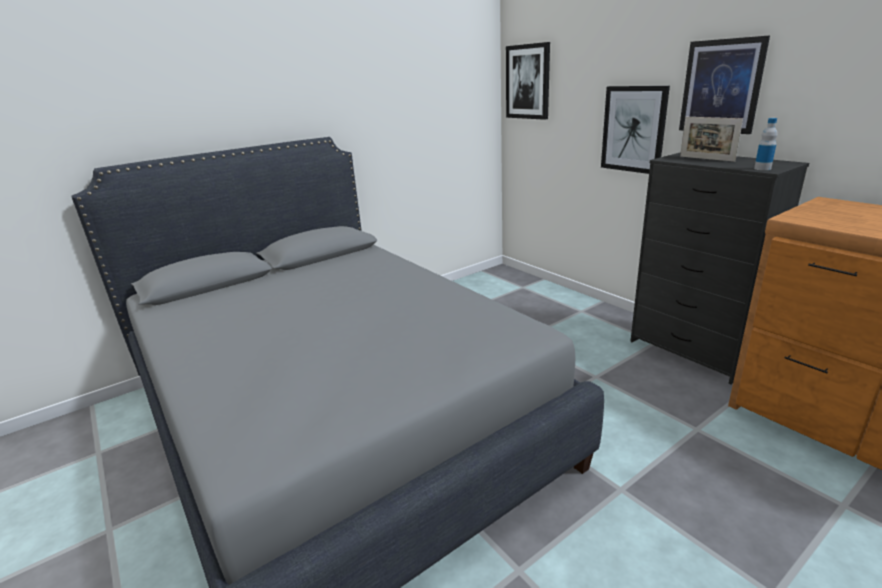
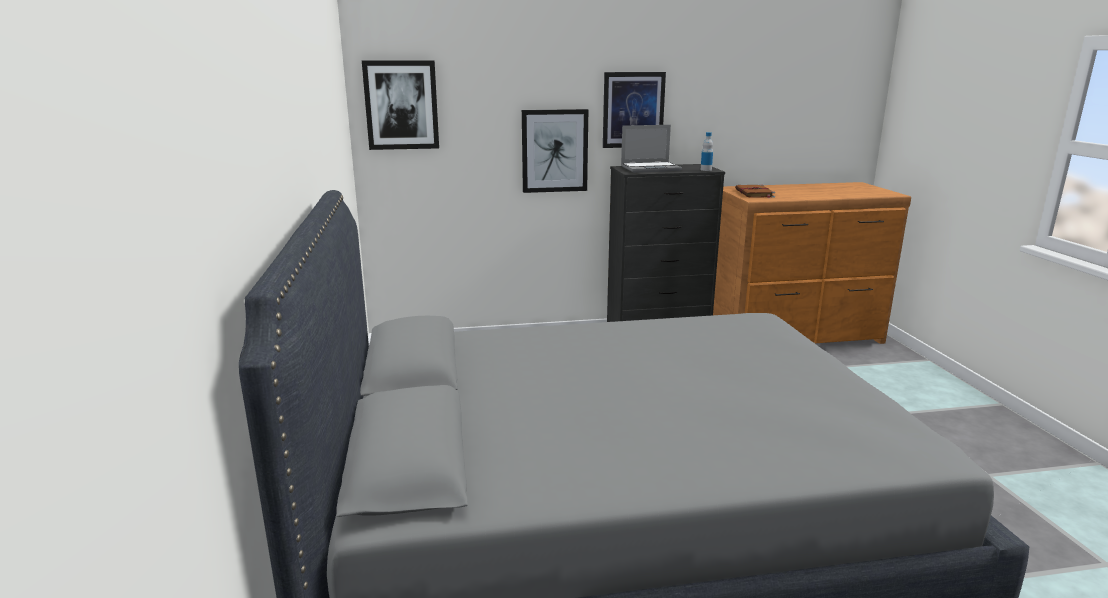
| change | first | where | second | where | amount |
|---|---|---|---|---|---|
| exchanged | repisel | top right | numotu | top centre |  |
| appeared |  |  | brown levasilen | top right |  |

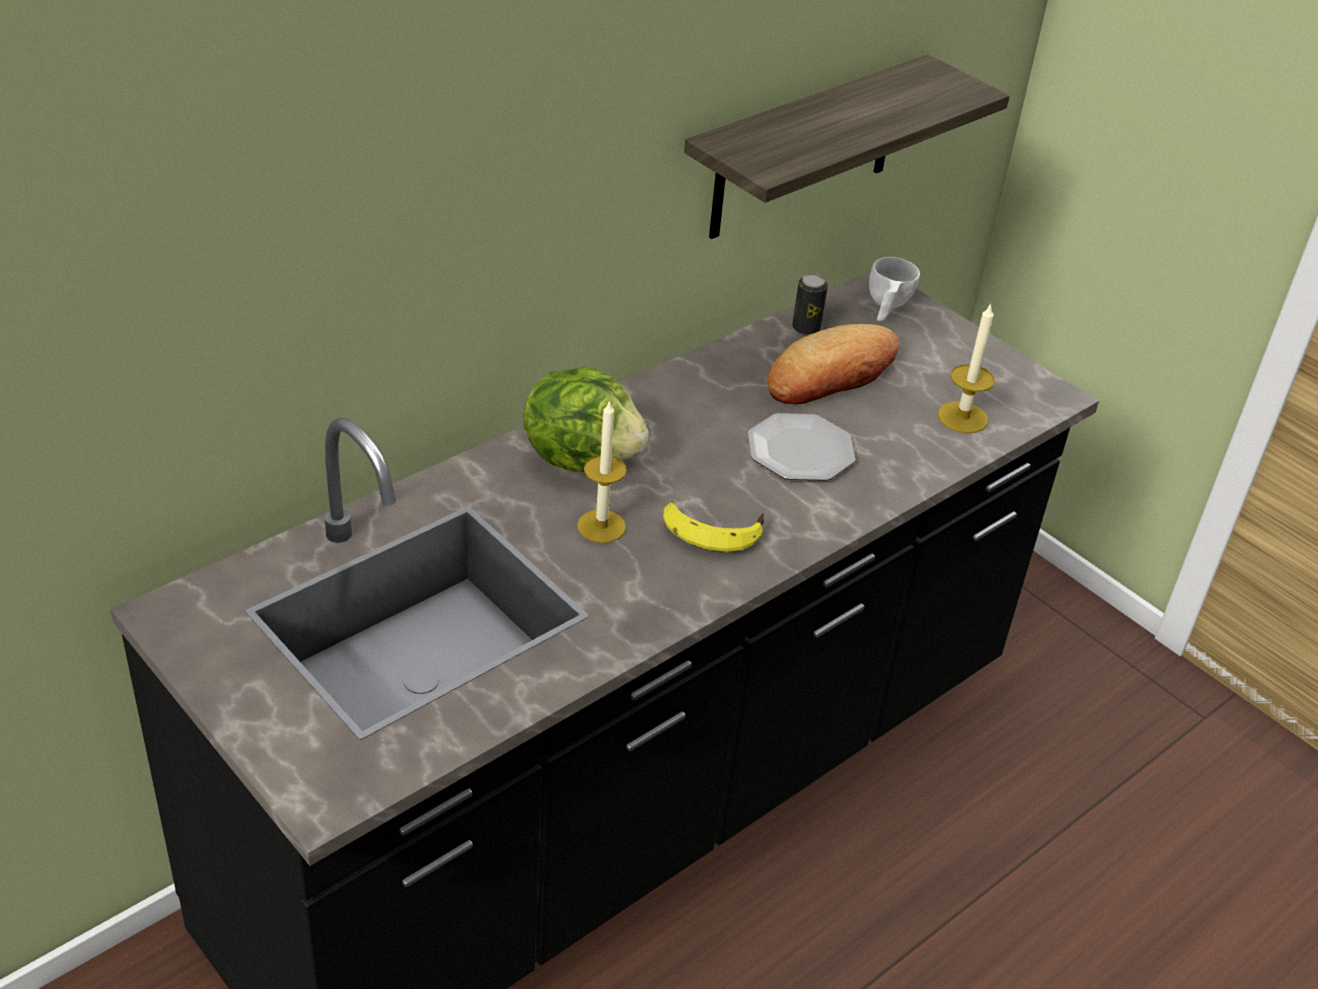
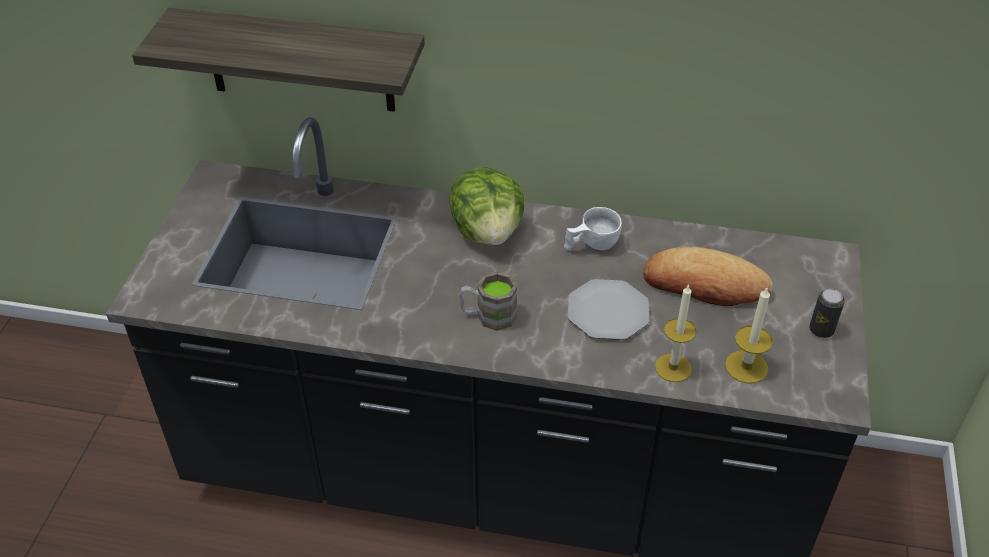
| change | first | where | second | where | amount |
|---|---|---|---|---|---|
| relocated | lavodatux | top centre |  | top left |  |
| exchanged | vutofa | centre | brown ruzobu | centre |  |
| relocated | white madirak | top right |  | centre |  |
| relocated | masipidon (no. 1 from left) | centre |  | middle right |  |
| relocated | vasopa | top centre |  | middle right |  |

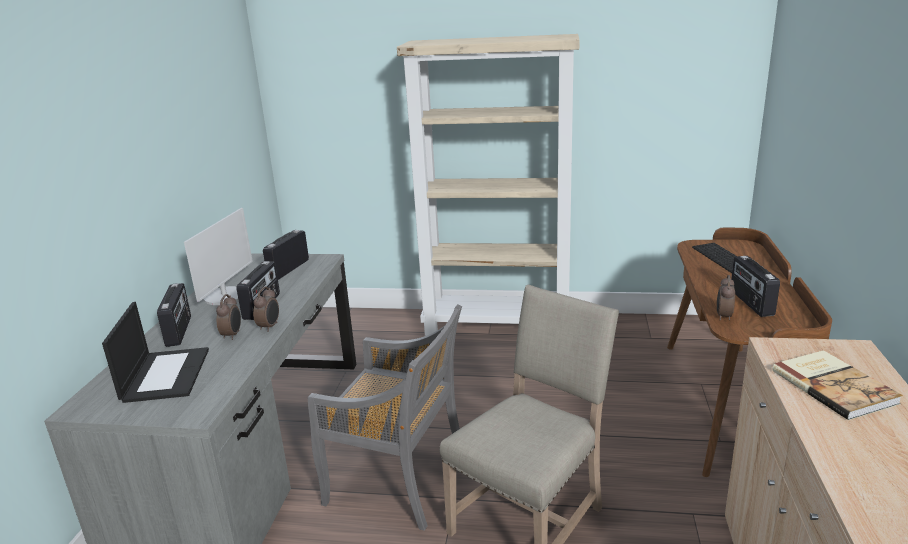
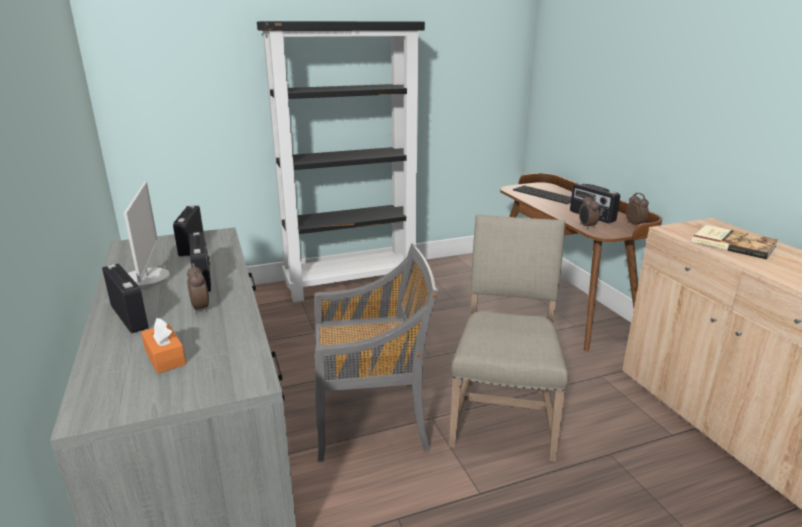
| change | first | where | second | where | amount |
|---|---|---|---|---|---|
| exchanged | numotu | middle left | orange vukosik | middle left |  |
| colour | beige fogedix | centre | black fogedix | top centre |  |
| relocated | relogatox (no. 2 from left in the first image) | middle left | relogatox (no. 3 from left) | middle right |  |

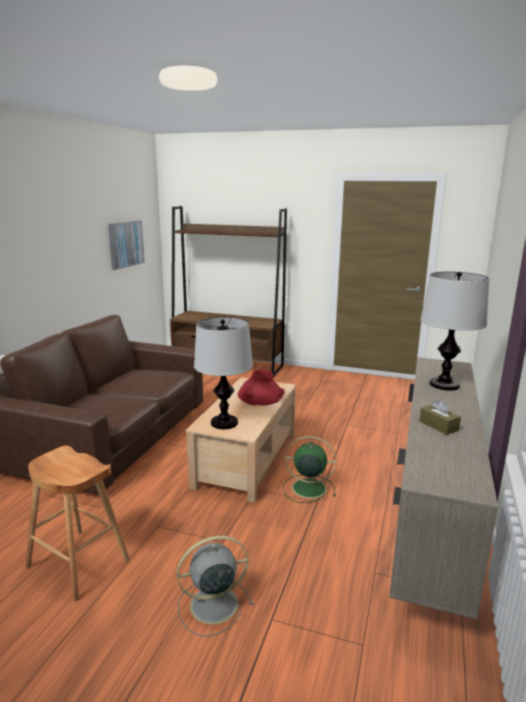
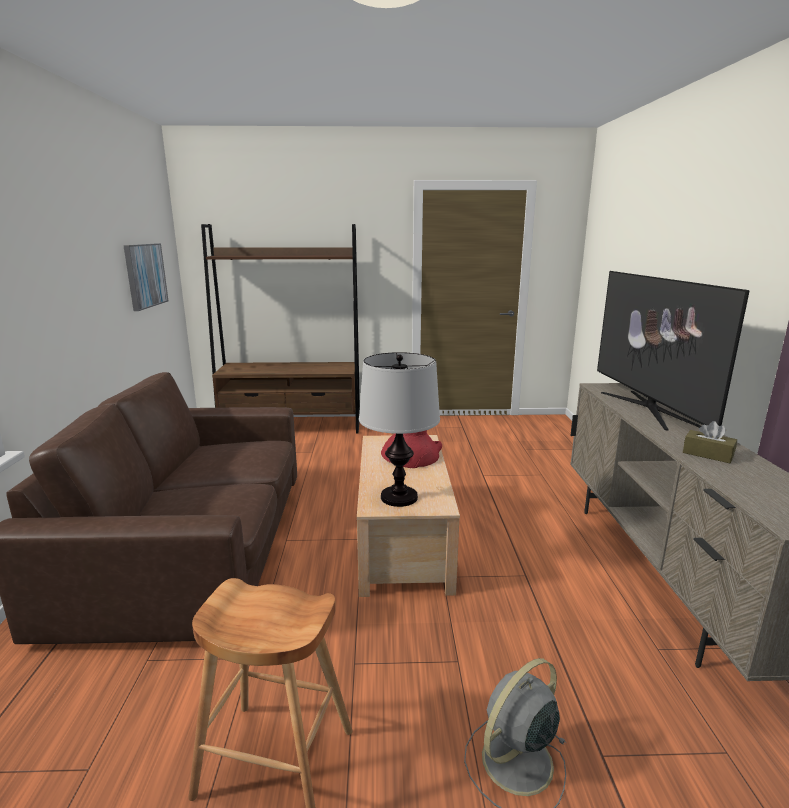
| change | first | where | second | where | amount |
|---|---|---|---|---|---|
| exchanged | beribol (no. 2 from left) | middle right | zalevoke | middle right |  |
| missing | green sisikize | bottom centre |  |  |  |

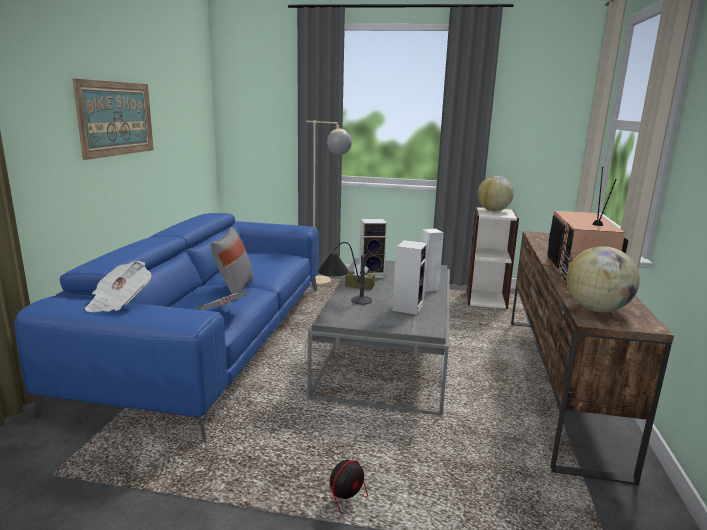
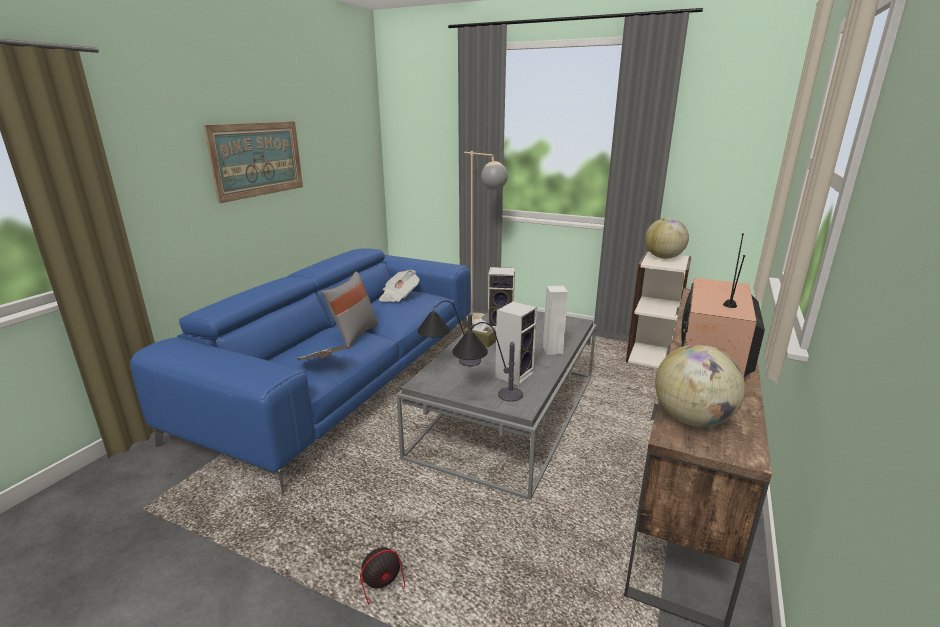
| change | first | where | second | where | amount |
|---|---|---|---|---|---|
| relocated | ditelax (no. 1 from left in the first image) | middle left | ditelax (no. 2 from left) | centre |  |
| appeared |  |  | beribol (no. 2 from left) | centre |  |

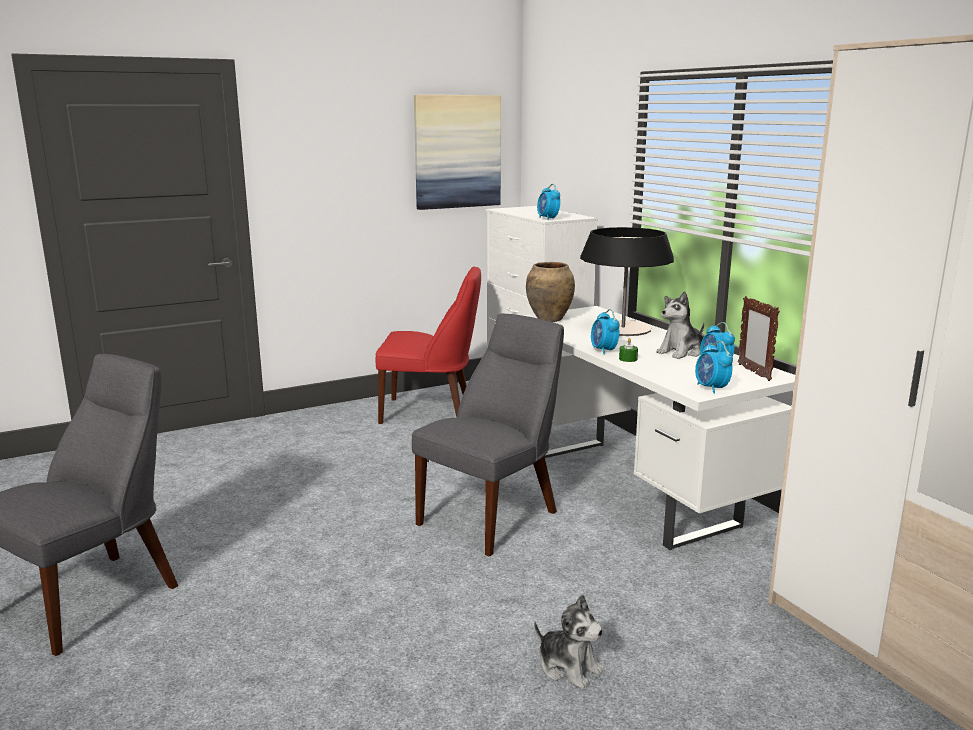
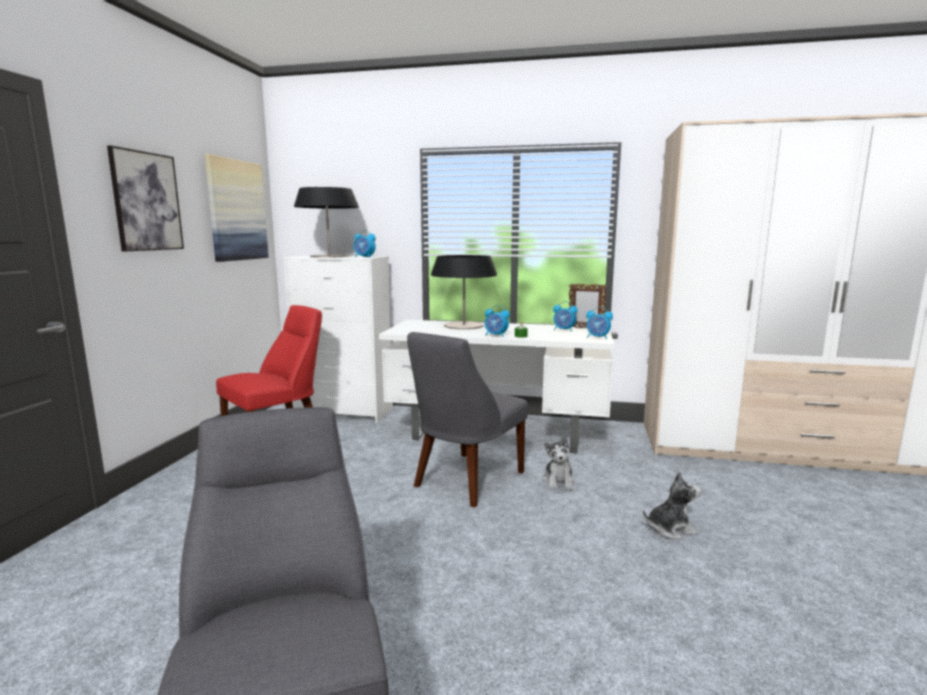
| change | first | where | second | where | amount |
|---|---|---|---|---|---|
| appeared |  |  | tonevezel (no. 1 from left) | top left |  |
| appeared |  |  | beribol (no. 1 from left) | top centre |  |
| spun | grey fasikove (no. 2 from left) | centre |  | centre | 135 degrees counterclockwise |
| relocated | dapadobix (no. 2 from left in the first image) | middle right | dapadobix (no. 1 from left) | centre |  |
| missing | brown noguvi | centre |  |  |  |

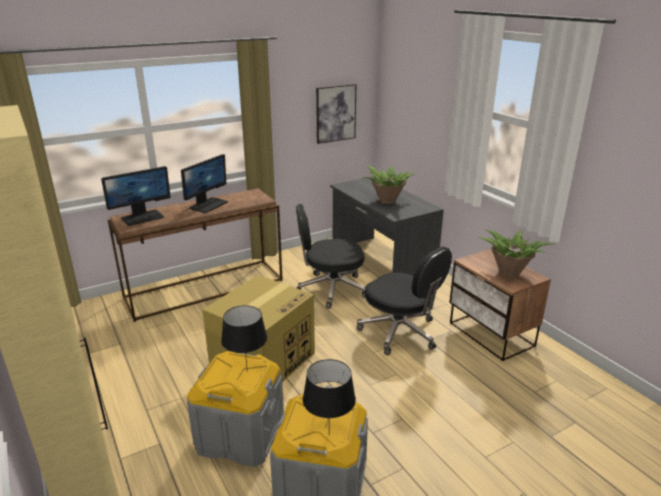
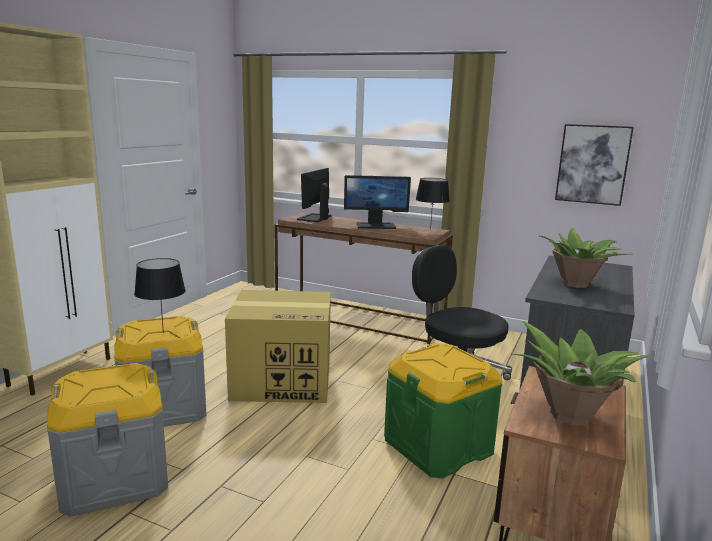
| change | first | where | second | where | amount |
|---|---|---|---|---|---|
| spun | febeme (no. 1 from left) | middle left |  | centre | 90 degrees clockwise |
| exchanged | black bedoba (no. 2 from left) | centre | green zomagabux | bottom centre |  |
| relocated | black beribol (no. 2 from left) | bottom centre |  | centre |  |

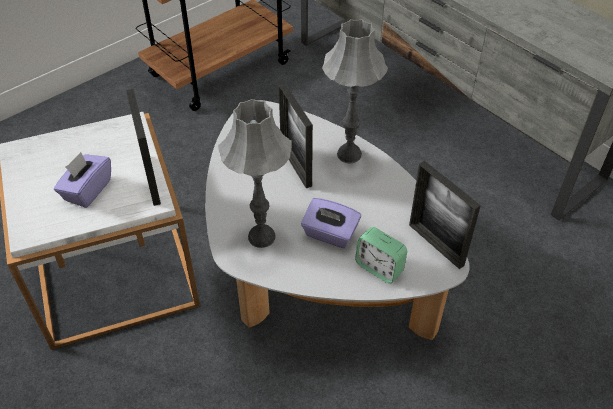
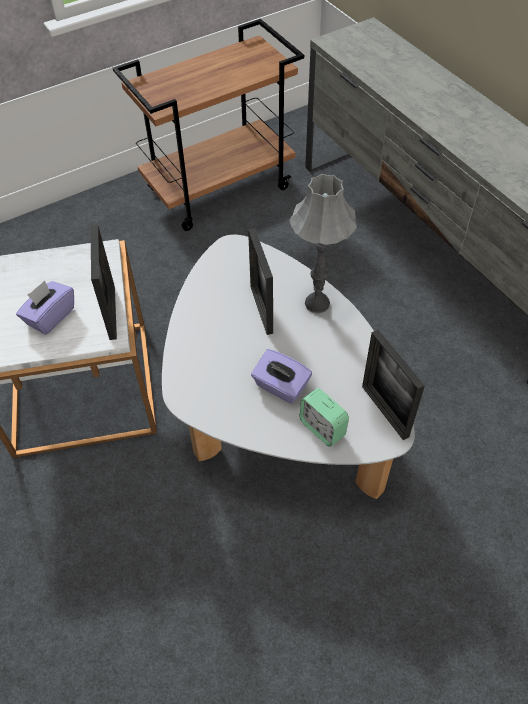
| change | first | where | second | where | amount |
|---|---|---|---|---|---|
| missing | grey beribol (no. 1 from left) | centre |  |  |  |

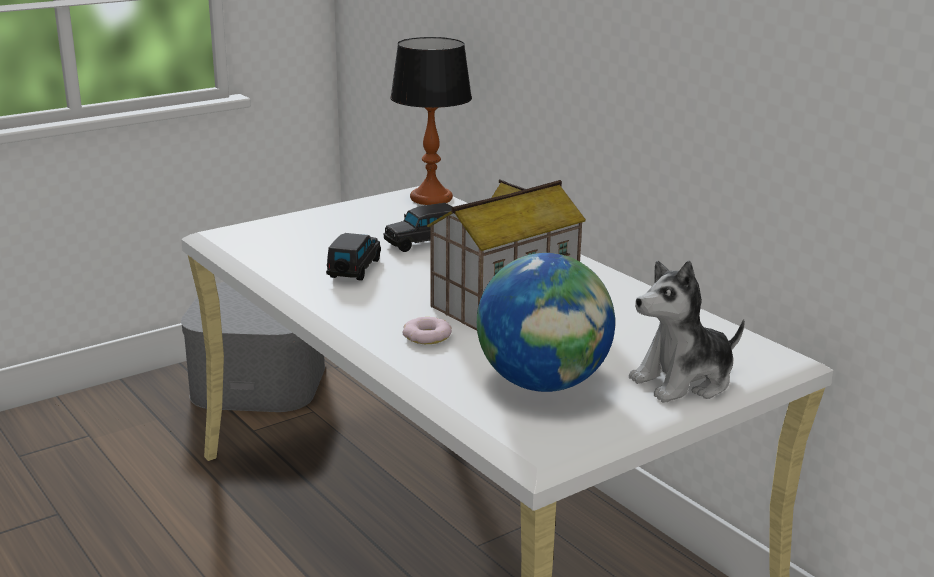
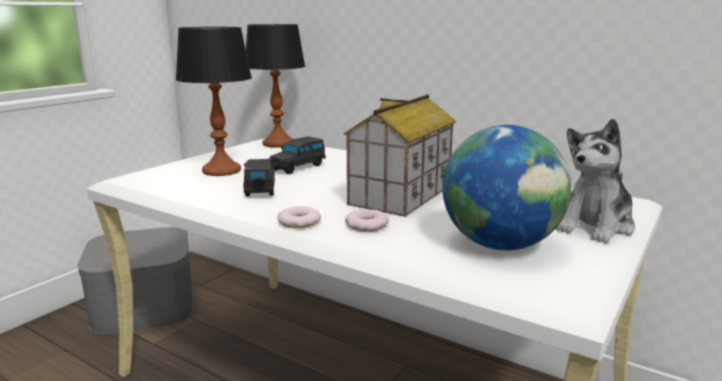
| change | first | where | second | where | amount |
|---|---|---|---|---|---|
| appeared |  |  | beribol (no. 1 from left) | top left |  |
| appeared |  |  | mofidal (no. 1 from left) | centre |  |

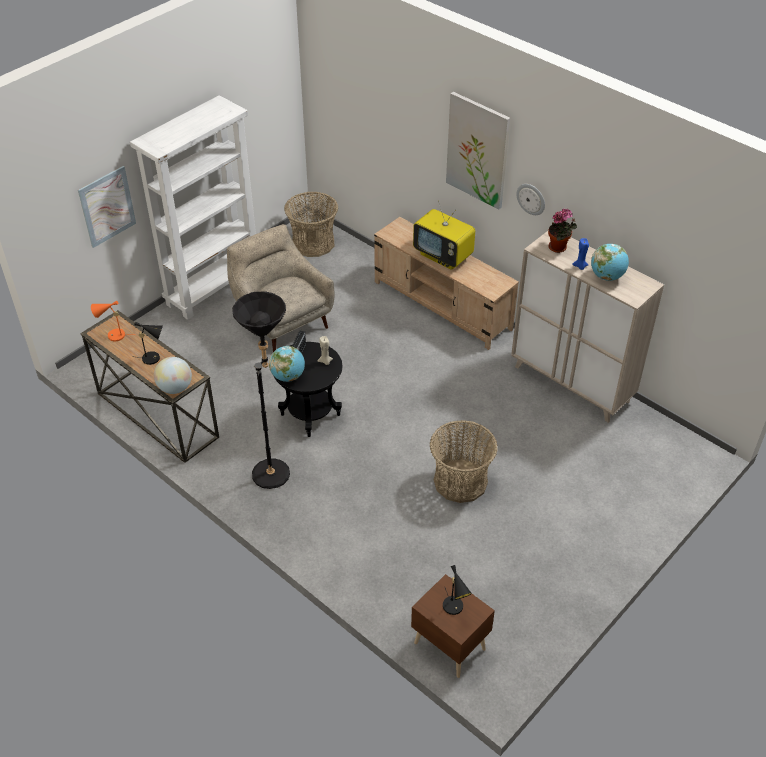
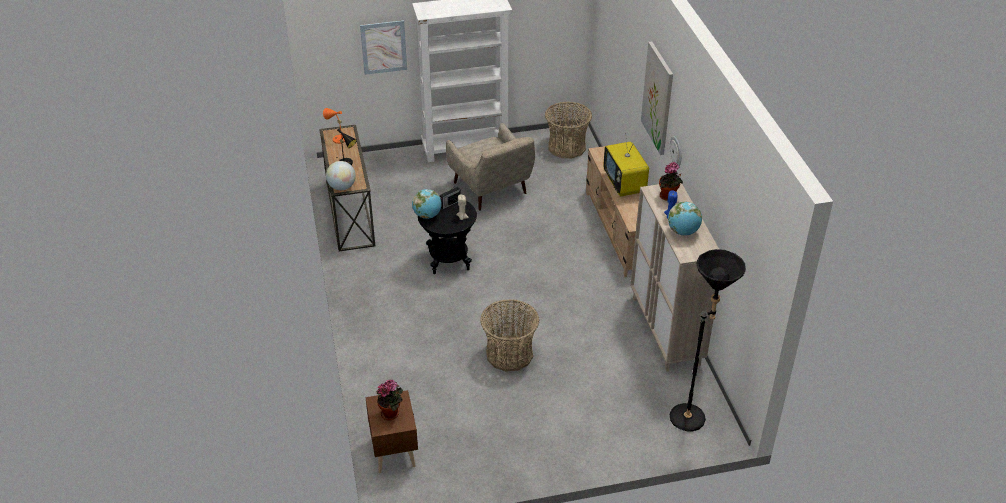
| change | first | where | second | where | amount |
|---|---|---|---|---|---|
| exchanged | black beribol (no. 2 from left) | bottom centre | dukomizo (no. 1 from left) | bottom centre |  |
| spun | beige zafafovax | centre |  | top centre | 150 degrees clockwise |
| relocated | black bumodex | centre |  | bottom right |  |

